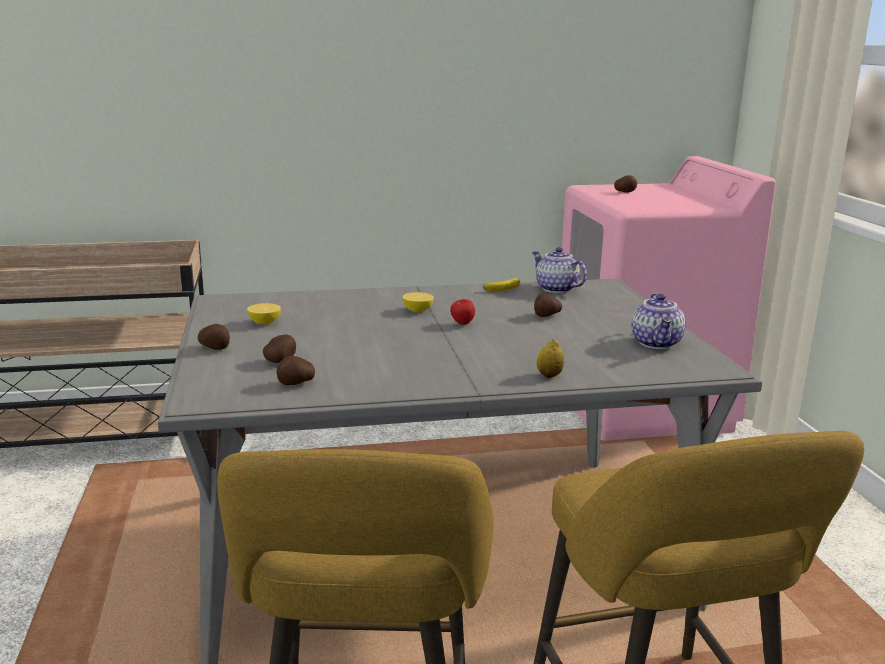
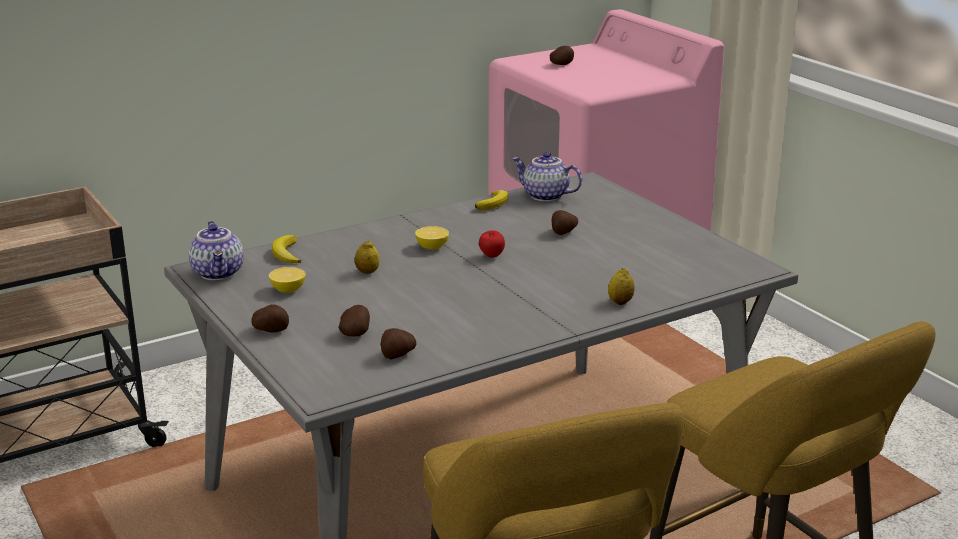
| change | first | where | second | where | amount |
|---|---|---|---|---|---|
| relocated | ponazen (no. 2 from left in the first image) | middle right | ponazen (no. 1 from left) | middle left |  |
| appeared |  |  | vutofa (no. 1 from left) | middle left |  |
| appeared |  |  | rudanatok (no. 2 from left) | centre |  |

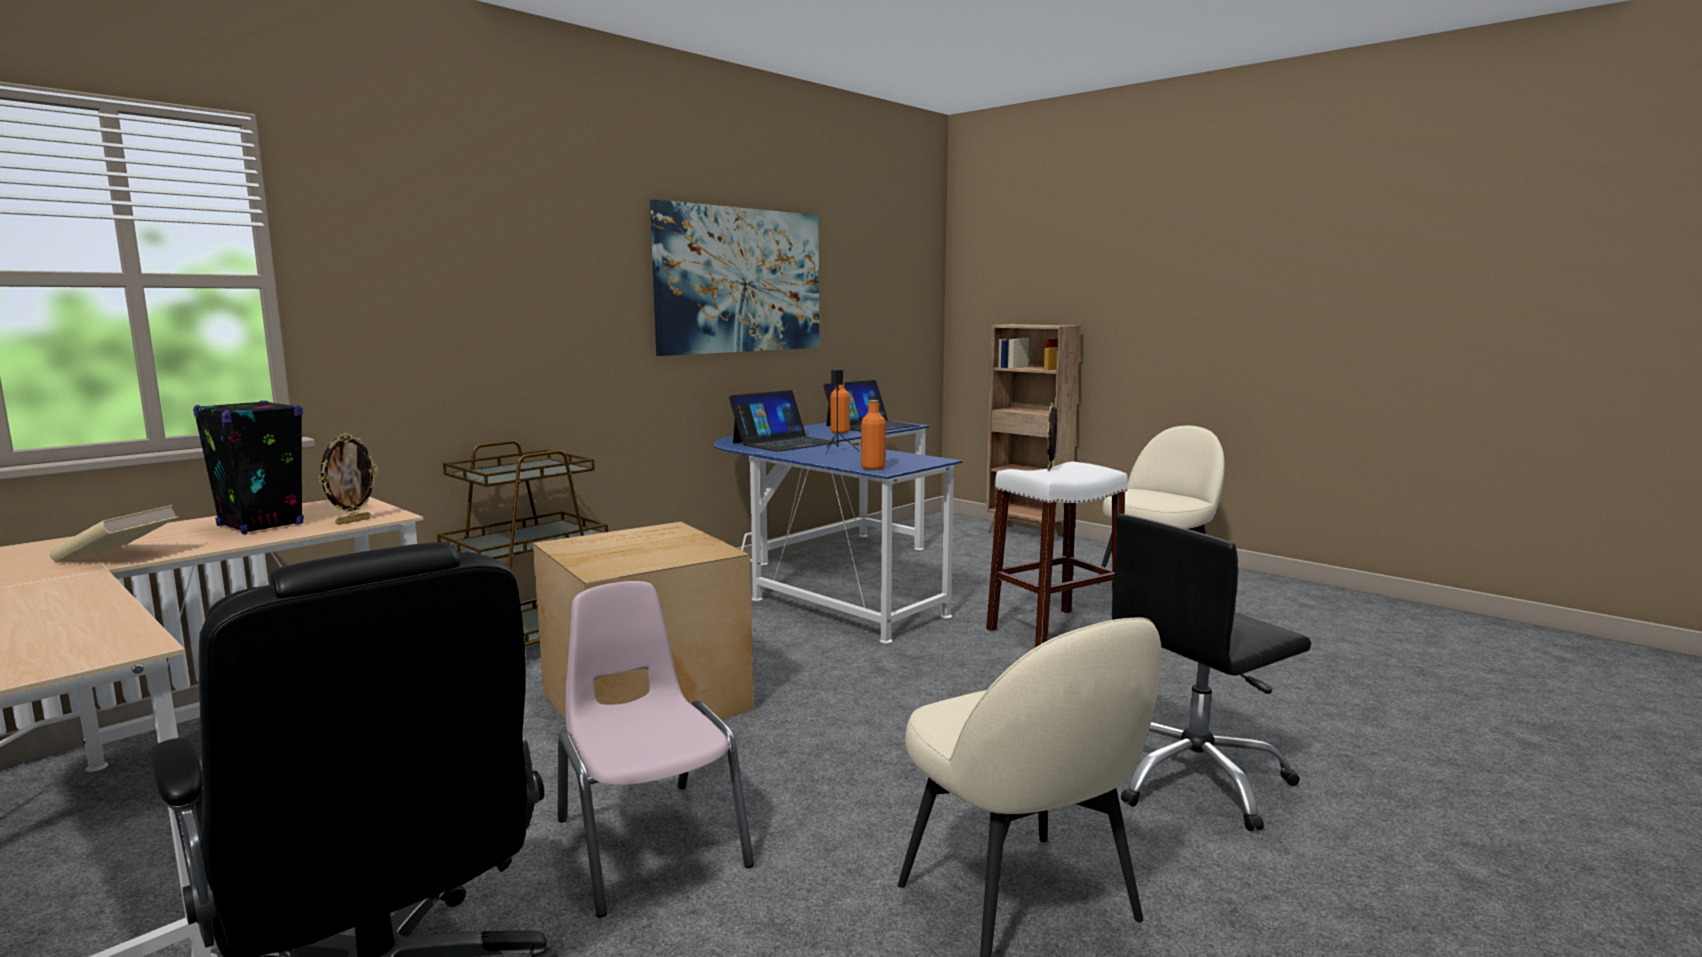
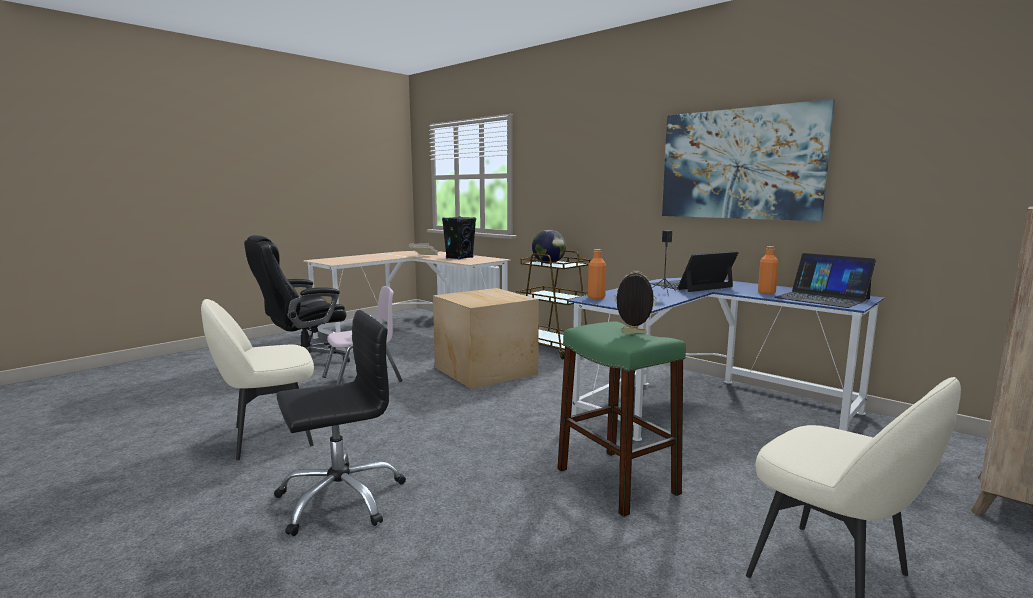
| change | first | where | second | where | amount |
|---|---|---|---|---|---|
| spun | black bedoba (no. 2 from left) | bottom right |  | bottom left | 90 degrees clockwise |
| appeared |  |  | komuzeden | centre |  |
| colour | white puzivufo | centre | green puzivufo | bottom centre |  |
| spun | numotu (no. 1 from left) | centre |  | middle right | 105 degrees clockwise |
| missing | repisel (no. 1 from left) | middle left |  |  |  |

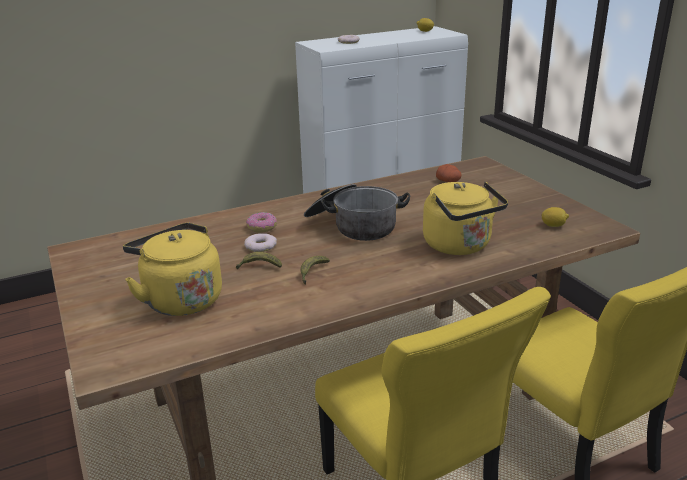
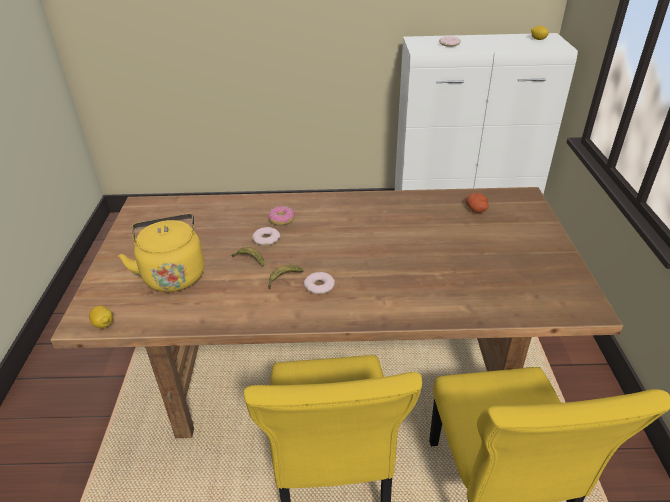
| change | first | where | second | where | amount |
|---|---|---|---|---|---|
| relocated | rudanatok (no. 2 from left in the first image) | middle right | rudanatok (no. 1 from left) | middle left |  |
| appeared |  |  | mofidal (no. 3 from left) | centre |  |
| missing | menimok | centre |  |  |  |
| missing | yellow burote (no. 2 from left) | middle right |  |  |  |

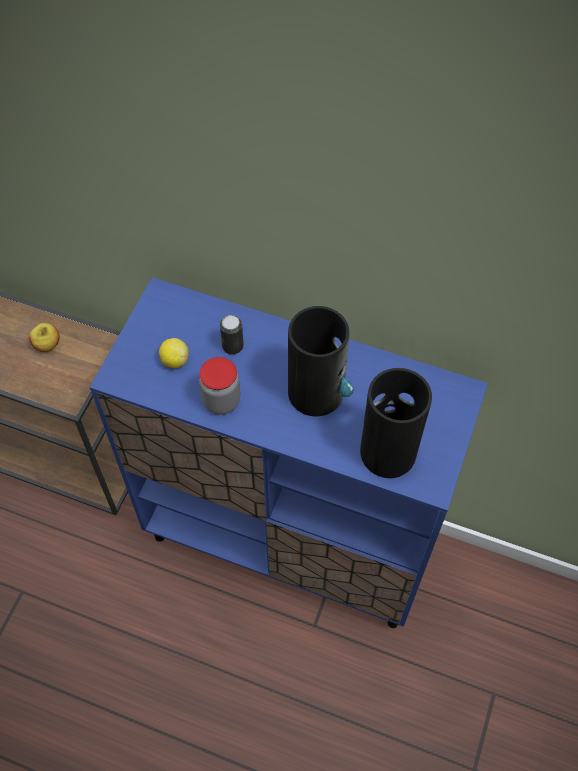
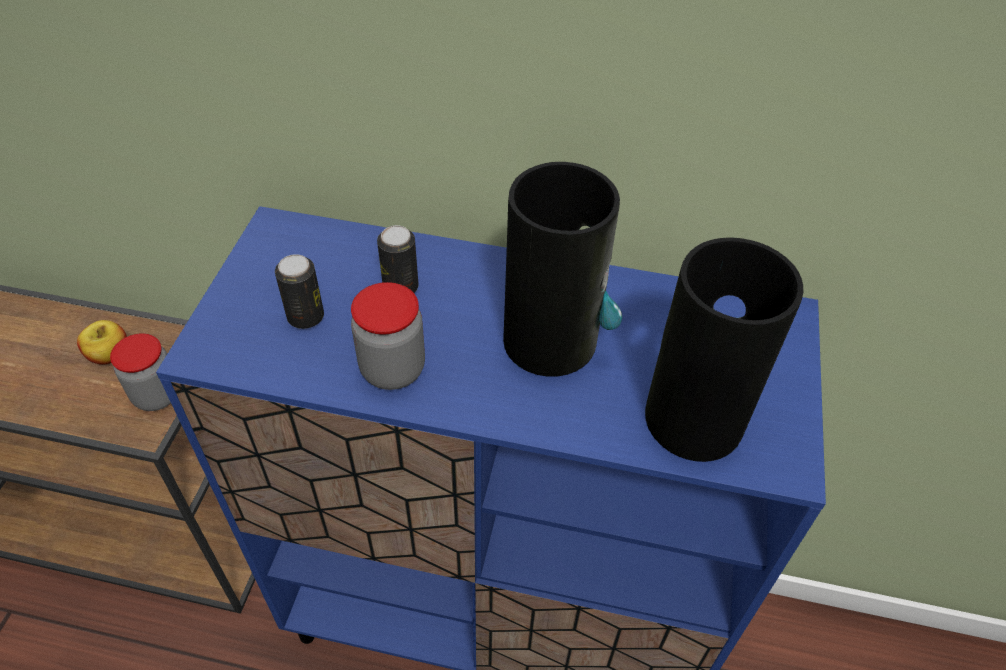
| change | first | where | second | where | amount |
|---|---|---|---|---|---|
| appeared |  |  | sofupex (no. 1 from left) | middle left |  |
| exchanged | rudanatok | middle left | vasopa (no. 1 from left) | middle left |  |

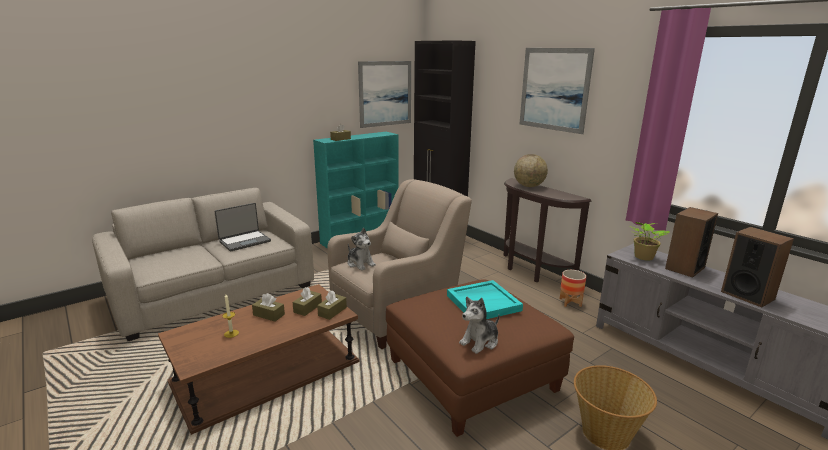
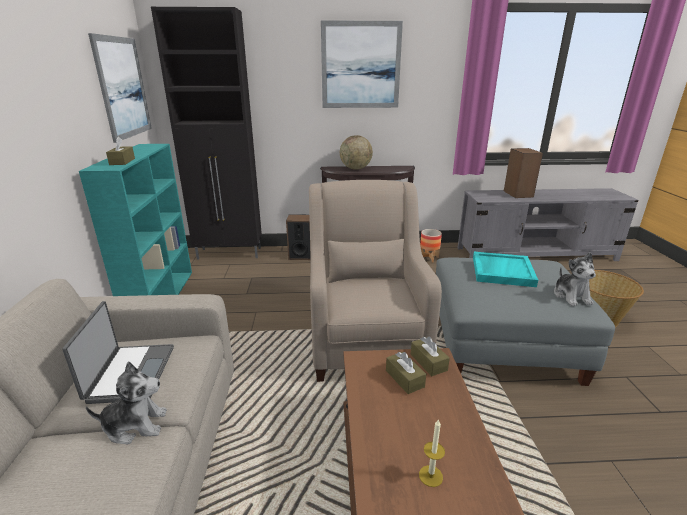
| change | first | where | second | where | amount |
|---|---|---|---|---|---|
| relocated | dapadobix (no. 1 from left) | centre |  | bottom left |  |
| relocated | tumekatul (no. 2 from left in the first image) | middle right | tumekatul (no. 1 from left) | centre |  |
| colour | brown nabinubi | bottom centre | grey nabinubi | middle right |  |
| missing | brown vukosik (no. 1 from left) | bottom left |  |  |  |
| missing | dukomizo | middle right |  |  |  |

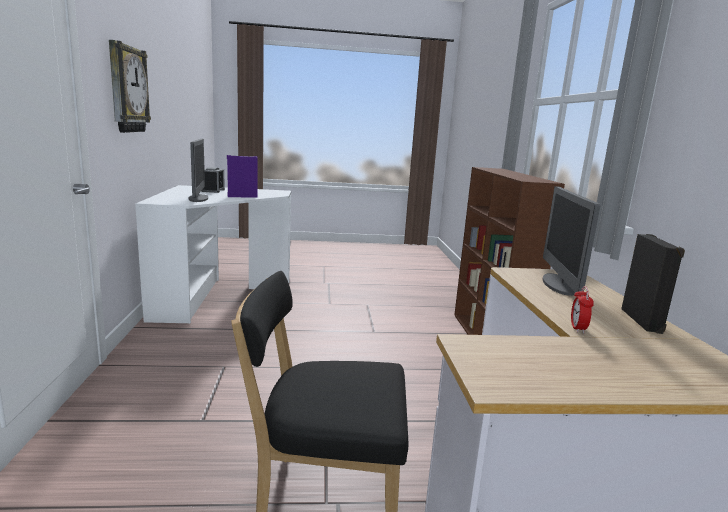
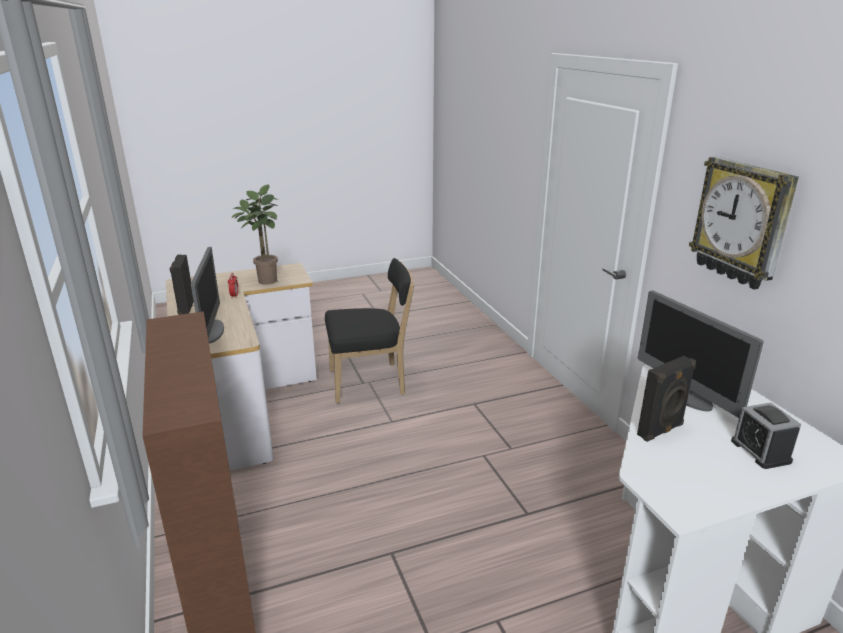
| change | first | where | second | where | amount |
|---|---|---|---|---|---|
| appeared |  |  | dukomizo | middle left |  |
| colour | purple tumekatul | middle left | black tumekatul (no. 2 from left) | middle right |  |

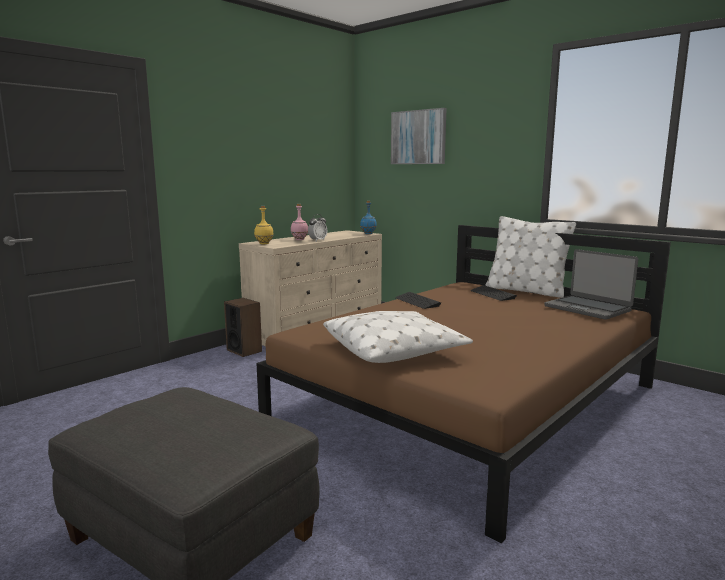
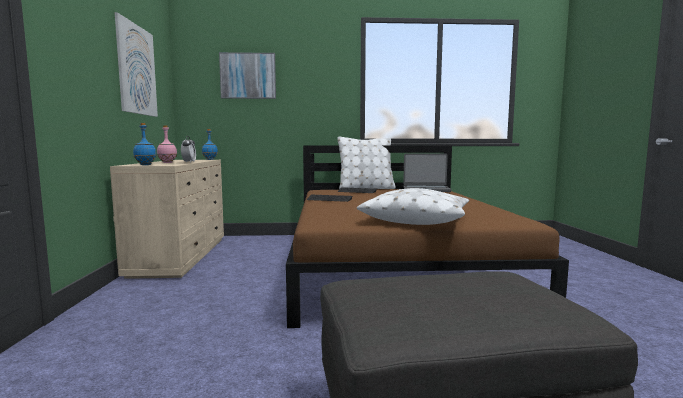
| change | first | where | second | where | amount |
|---|---|---|---|---|---|
| appeared |  |  | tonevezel (no. 1 from left) | top left |  |
| colour | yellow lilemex | centre | blue lilemex (no. 1 from left) | middle left |  |
| missing | tumekatul | centre |  |  |  |

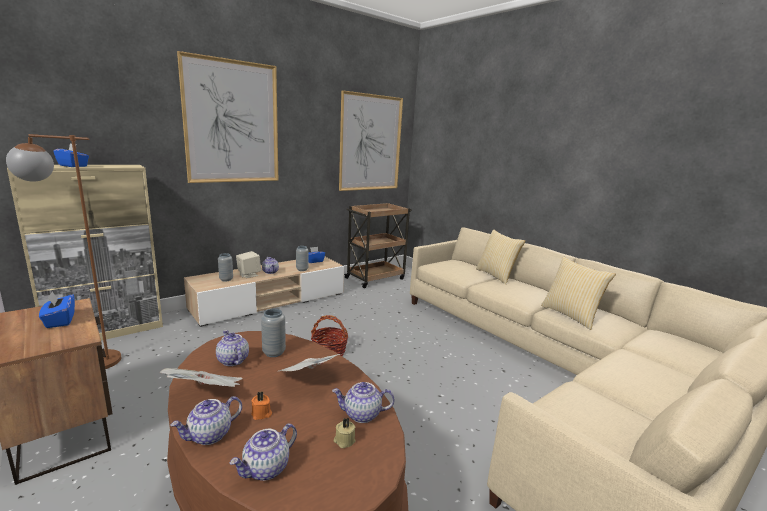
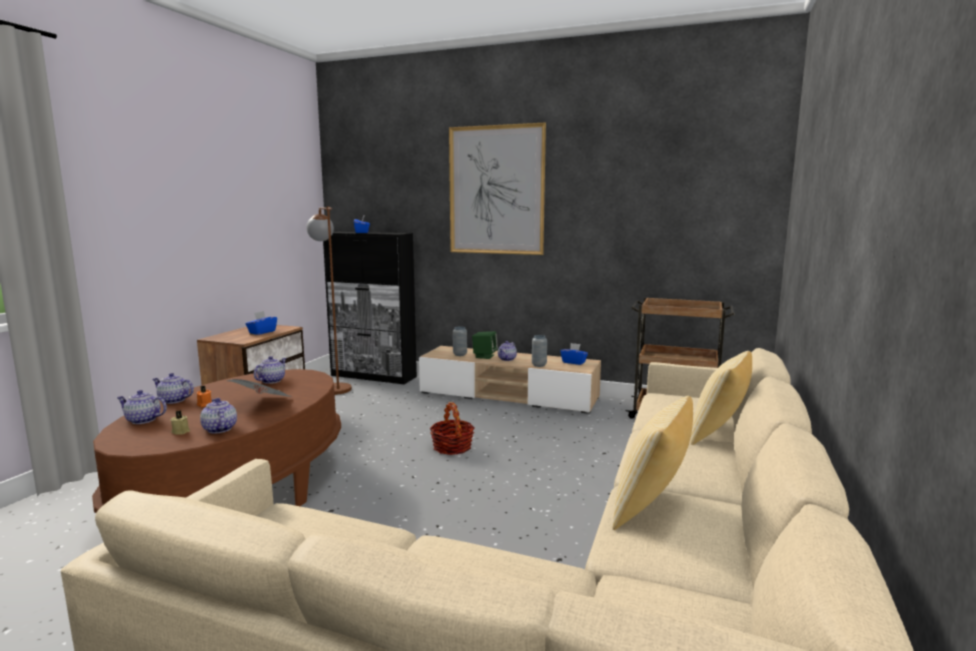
| change | first | where | second | where | amount |
|---|---|---|---|---|---|
| colour | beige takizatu | middle left | black takizatu | centre |  |
| colour | beige tumekatul | middle left | green tumekatul | centre |  |
| missing | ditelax (no. 1 from left) | bottom left |  |  |  |
| missing | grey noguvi (no. 2 from left) | centre |  |  |  |
| missing | tonevezel (no. 2 from left) | top centre |  |  |  |

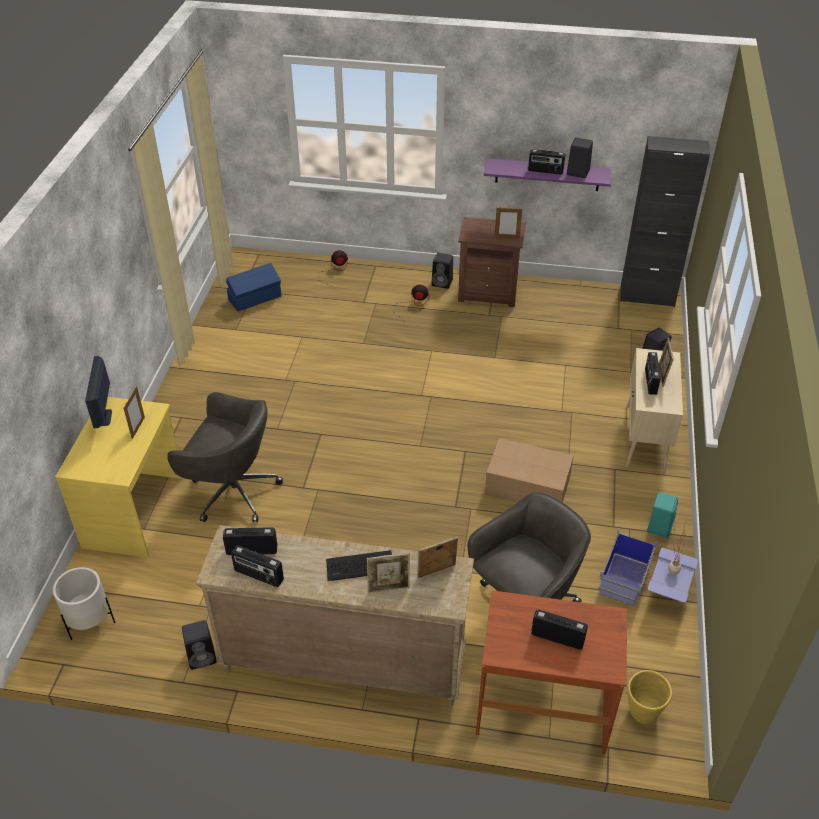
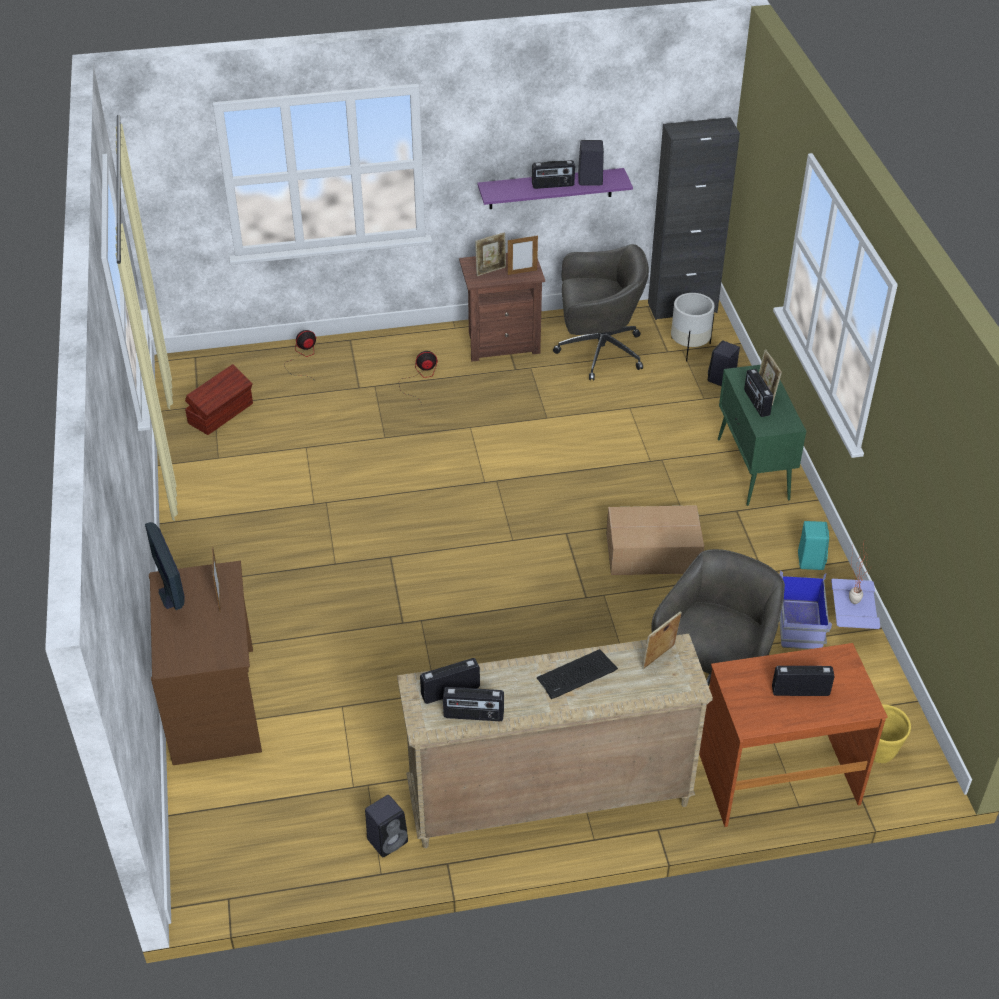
| change | first | where | second | where | amount |
|---|---|---|---|---|---|
| colour | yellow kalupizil | middle left | brown kalupizil (no. 1 from left) | middle left |  |
| colour | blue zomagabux (no. 1 from left) | middle left | brown zomagabux | middle left |  |
| relocated | repisel (no. 2 from left) | bottom centre |  | top centre |  |
| relocated | grey bedoba (no. 1 from left) | middle left |  | top centre |  |
| relocated | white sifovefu | bottom left |  | top right |  |
| colour | beige takizatu | middle right | green takizatu | middle right |  |
| missing | black tumekatul (no. 2 from left) | top centre |  |  |  |

